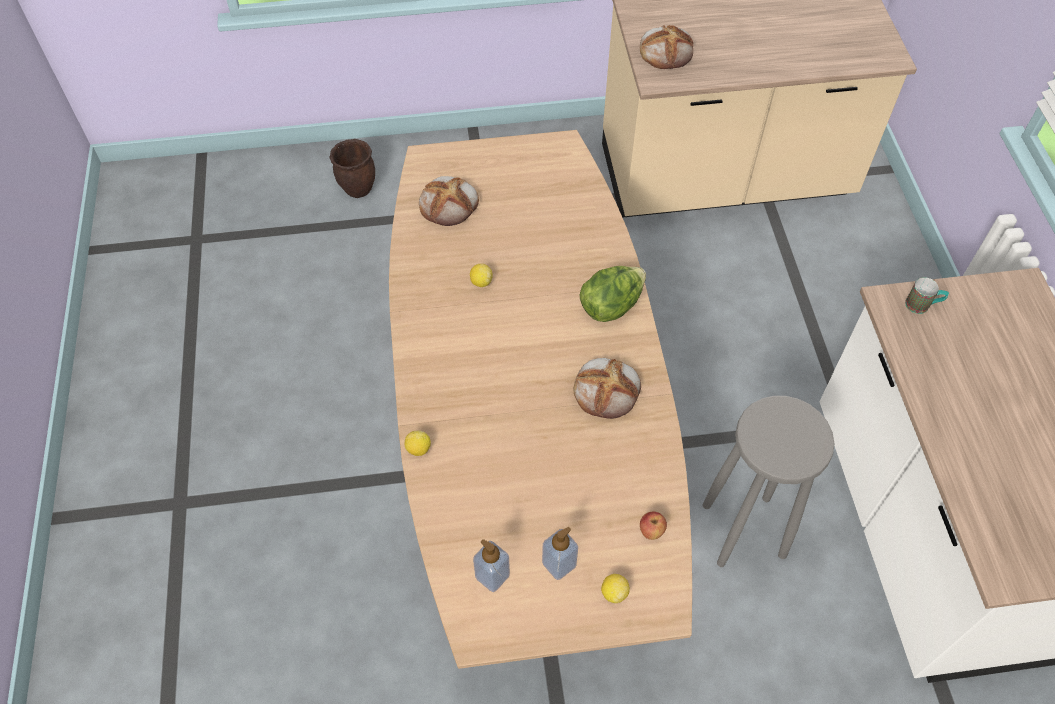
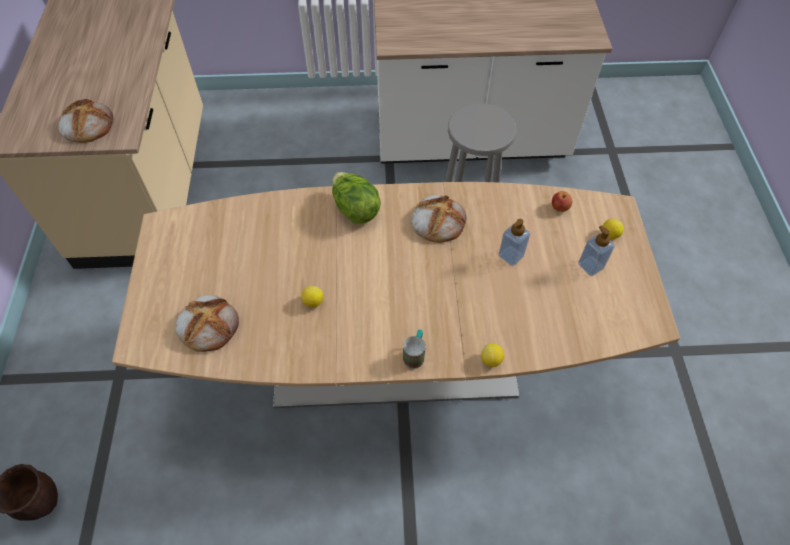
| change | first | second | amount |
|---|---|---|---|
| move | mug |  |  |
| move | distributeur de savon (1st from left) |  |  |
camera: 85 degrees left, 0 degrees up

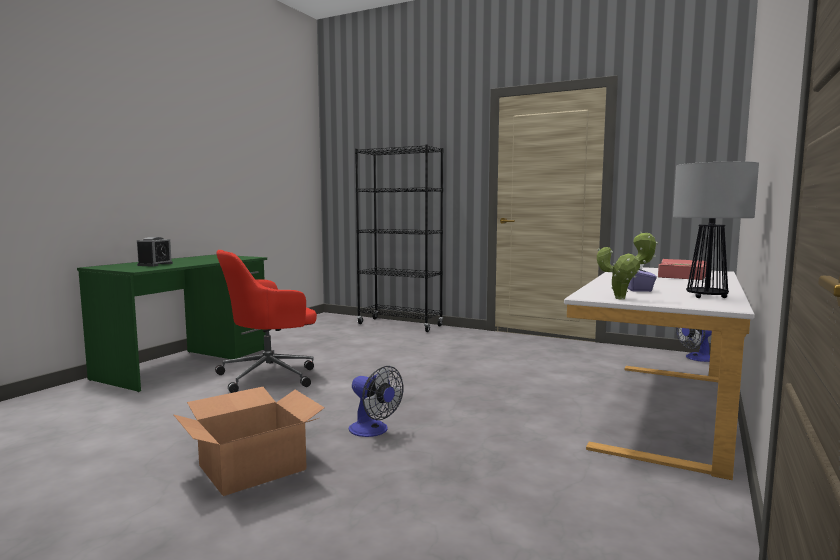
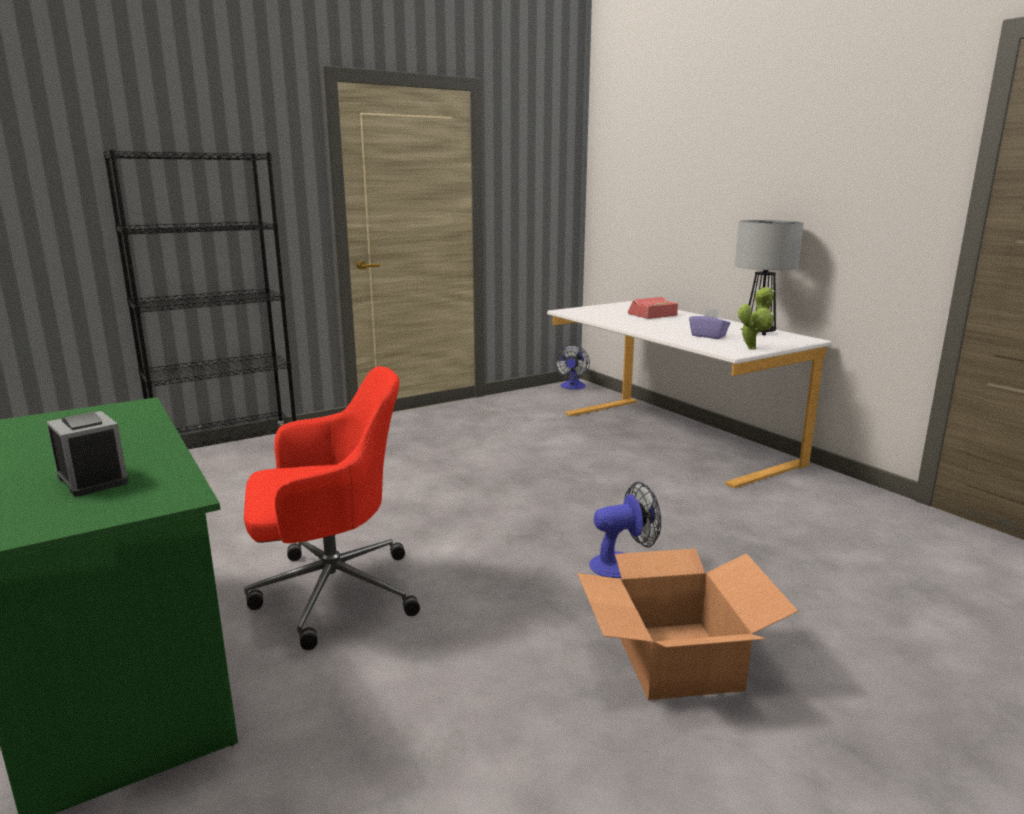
| change | first | second | amount |
|---|---|---|---|
| rotate | chaise de bureau [rouge] |  | 105 degrees counterclockwise |
camera: 60 degrees left, 10 degrees up

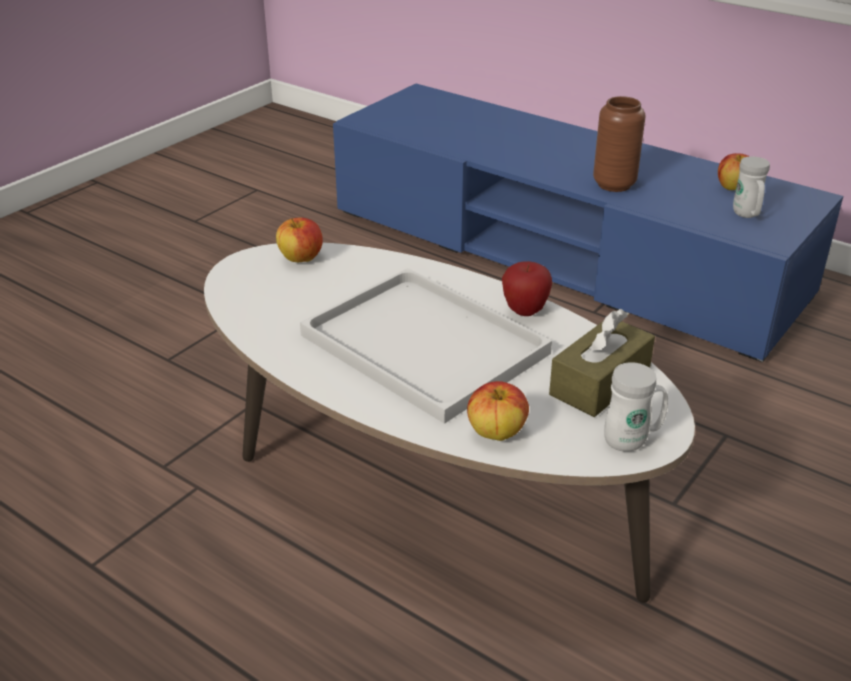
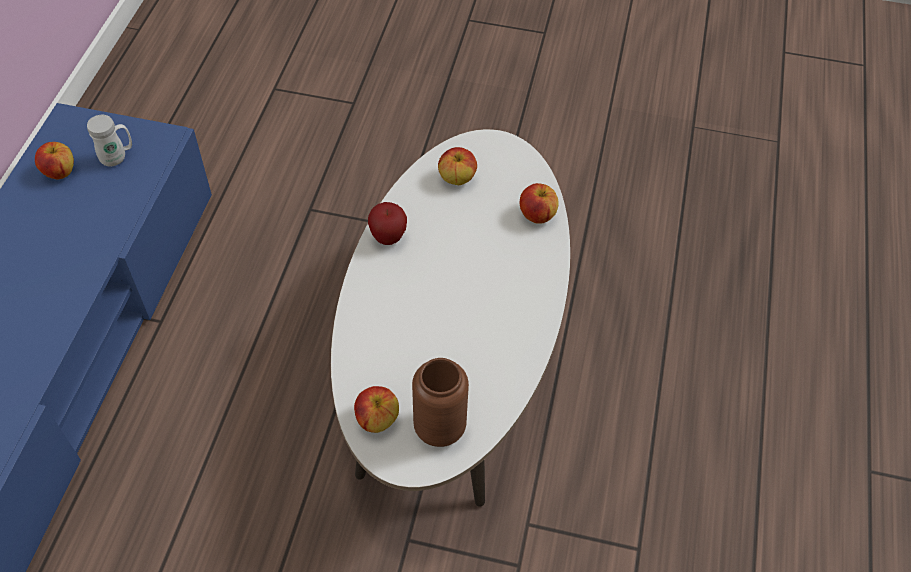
| change | first | second | amount |
|---|---|---|---|
| move | vase [marron] |  |  |
| delete | plateau [blanc] |  |  |
| replace | boîte à mouchoirs [marron] | pomme (4th from left) |  |
| delete | mug [blanc] (1st from left) |  |  |
camera: 115 degrees left, 20 degrees up

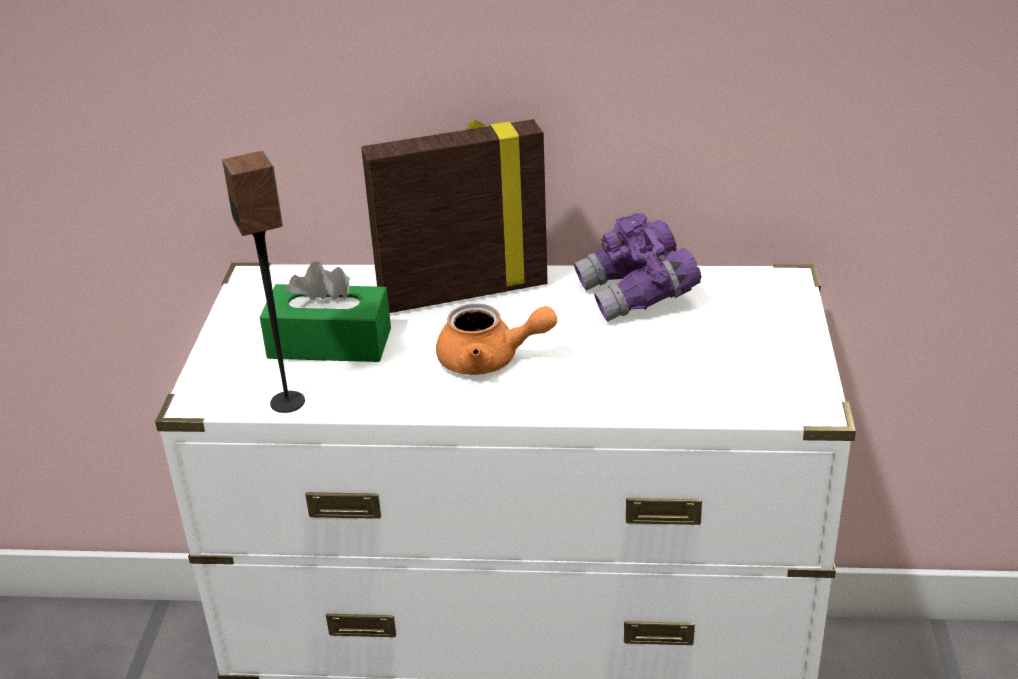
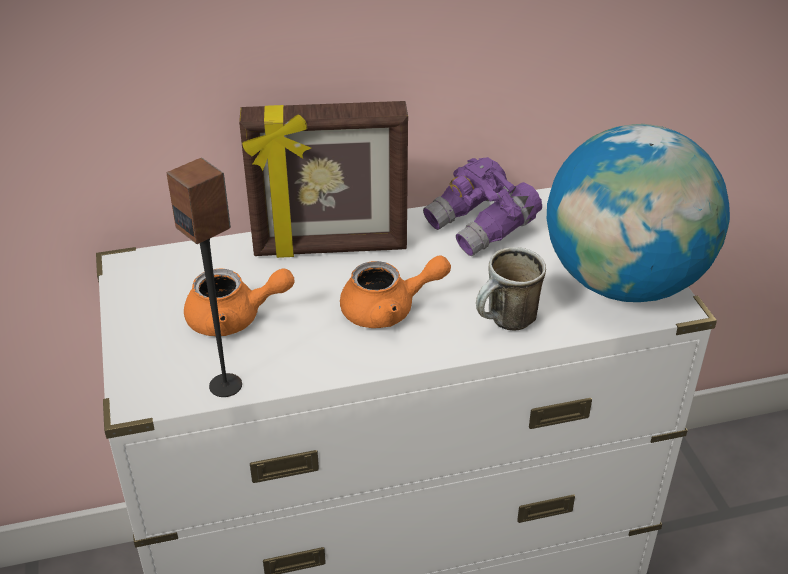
| change | first | second | amount |
|---|---|---|---|
| rotate | cadre photo |  | 150 degrees counterclockwise |
| replace | boîte à mouchoirs [vert] | théière [orange] (1st from left) |  |
| insert |  | globe |  |
| insert |  | mug |  |
camera: 20 degrees left, 5 degrees up

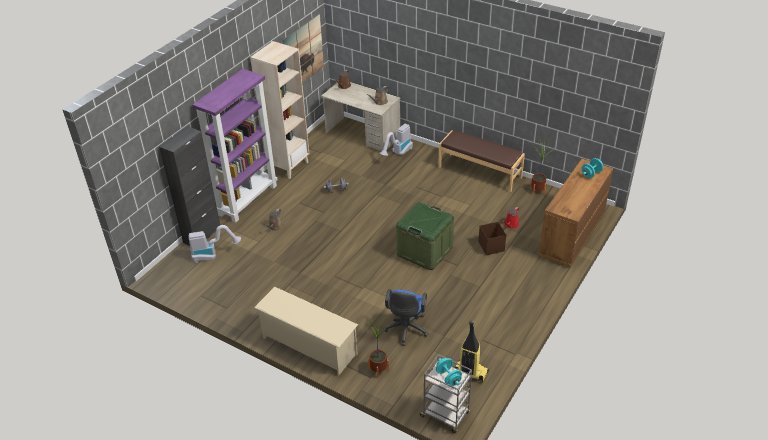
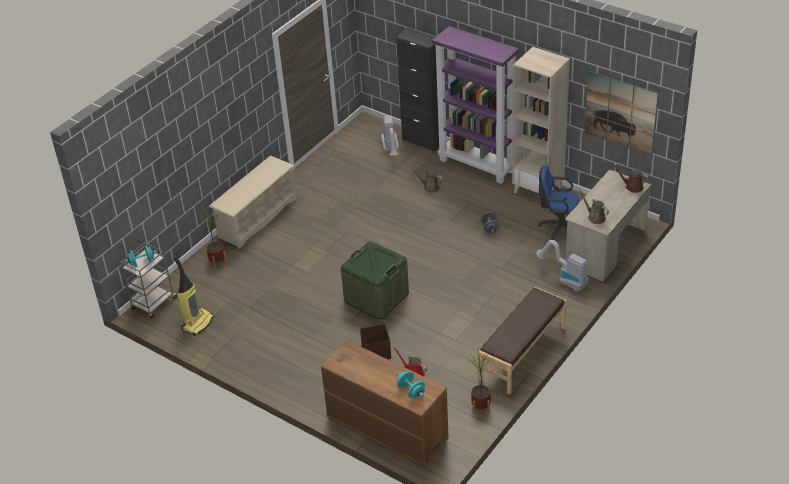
| change | first | second | amount |
|---|---|---|---|
| move | chaise de bureau [bleu] |  |  |
camera: 95 degrees right, 0 degrees up

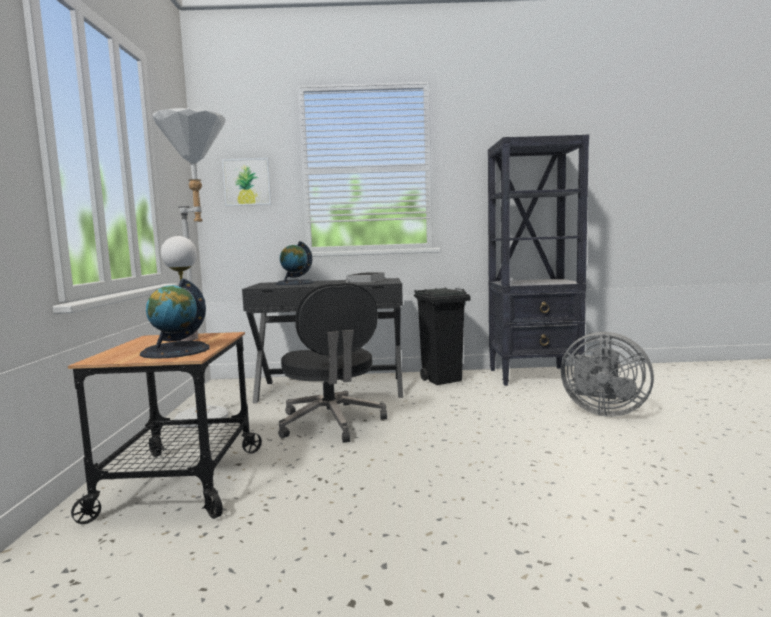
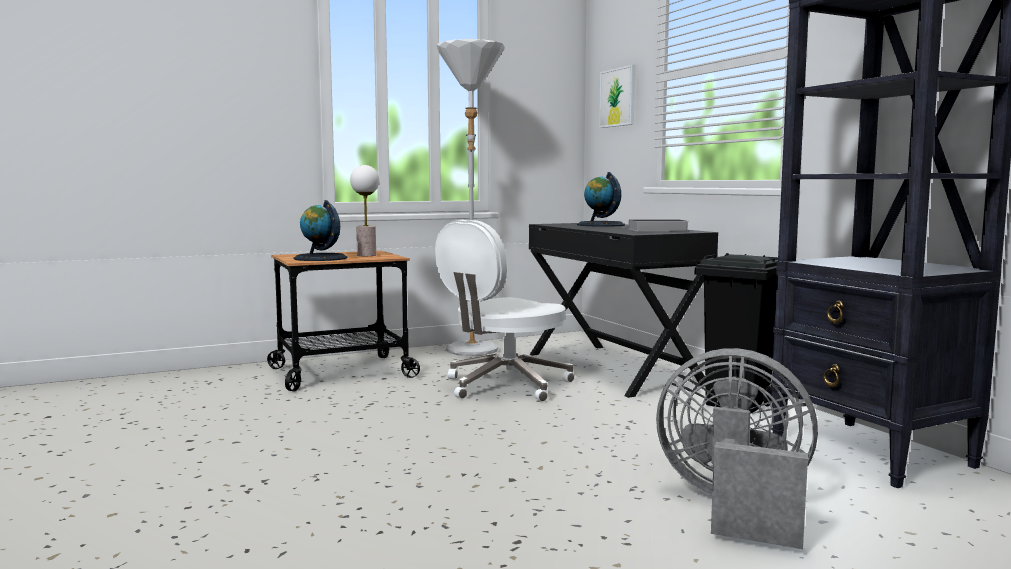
| change | first | second | amount |
|---|---|---|---|
| recolor | chaise de bureau [noir] | chaise de bureau [blanc] |  |
| rotate | ventilateur [gris] |  | 105 degrees clockwise |
camera: 65 degrees right, 0 degrees up

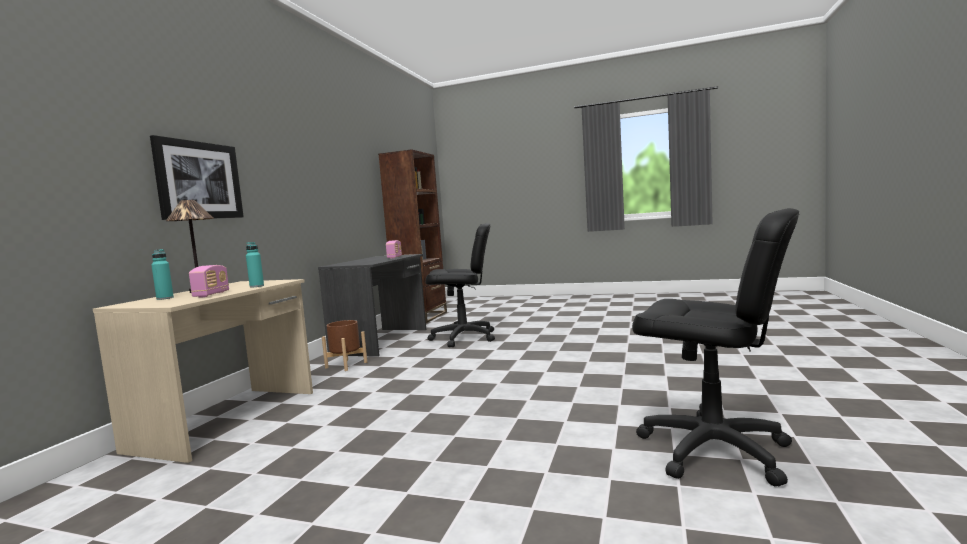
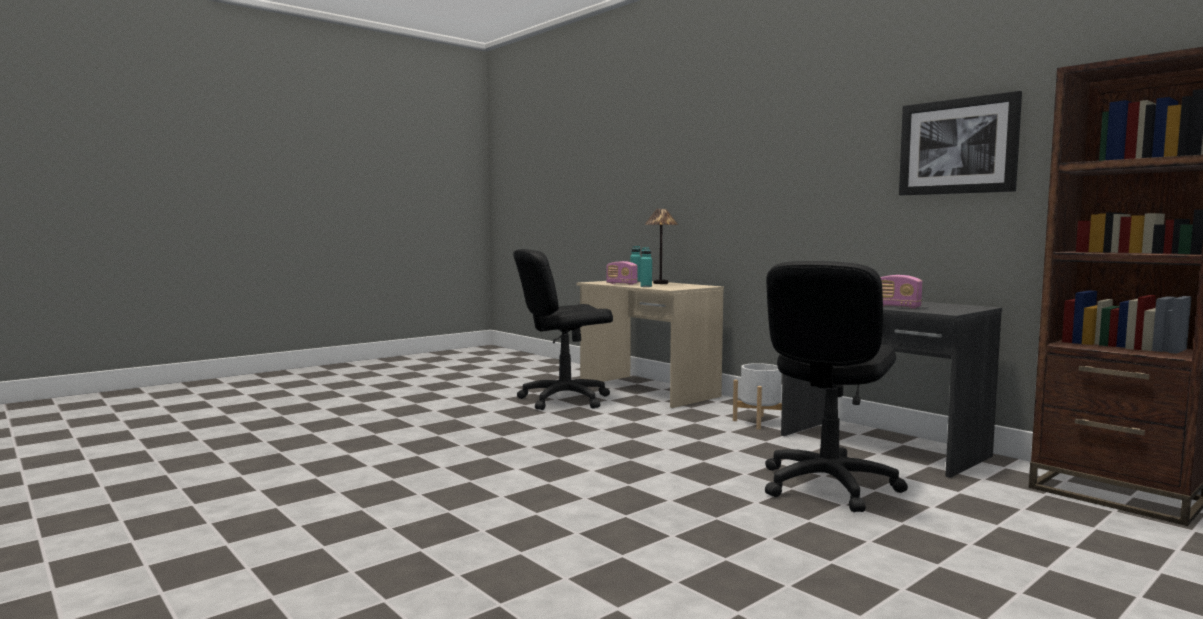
| change | first | second | amount |
|---|---|---|---|
| move | tableau |  |  |
| move | chaise de bureau [noir] (2nd from left in the first image) | chaise de bureau [noir] (1st from left) |  |
| recolor | cache-pot [marron] | cache-pot [blanc] |  |
camera: 120 degrees right, 0 degrees up

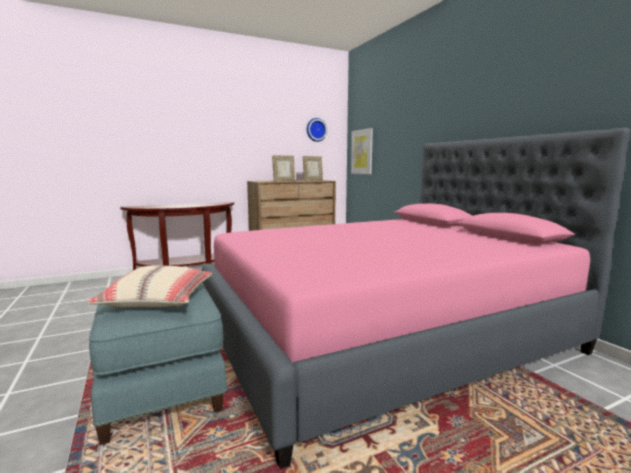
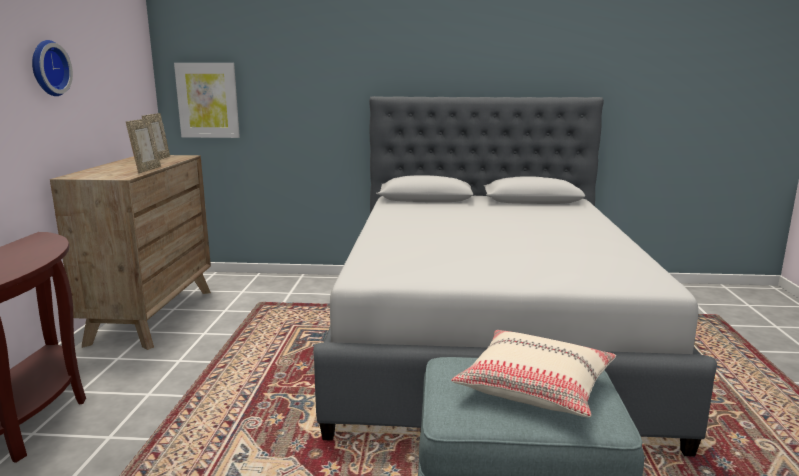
| change | first | second | amount |
|---|---|---|---|
| move | horloge murale |  |  |
| recolor | lit [rose] | lit [gris] |  |
camera: 60 degrees left, 5 degrees up

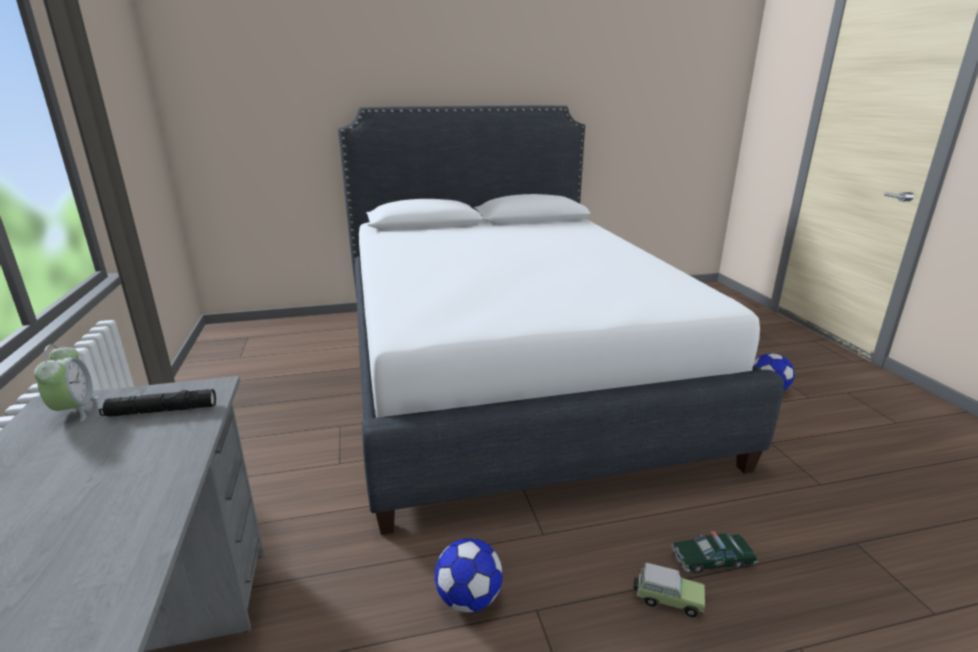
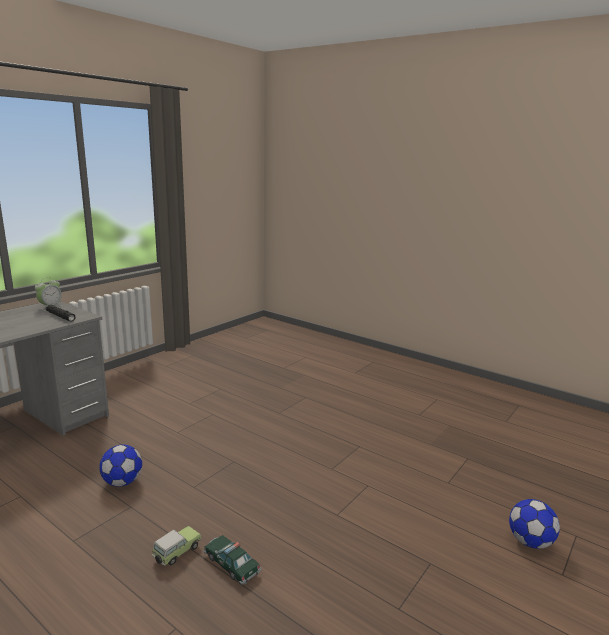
| change | first | second | amount |
|---|---|---|---|
| delete | lit [blanc] |  |  |
| rotate | petite voiture (1st from left) |  | 120 degrees counterclockwise |
camera: 50 degrees right, 5 degrees down

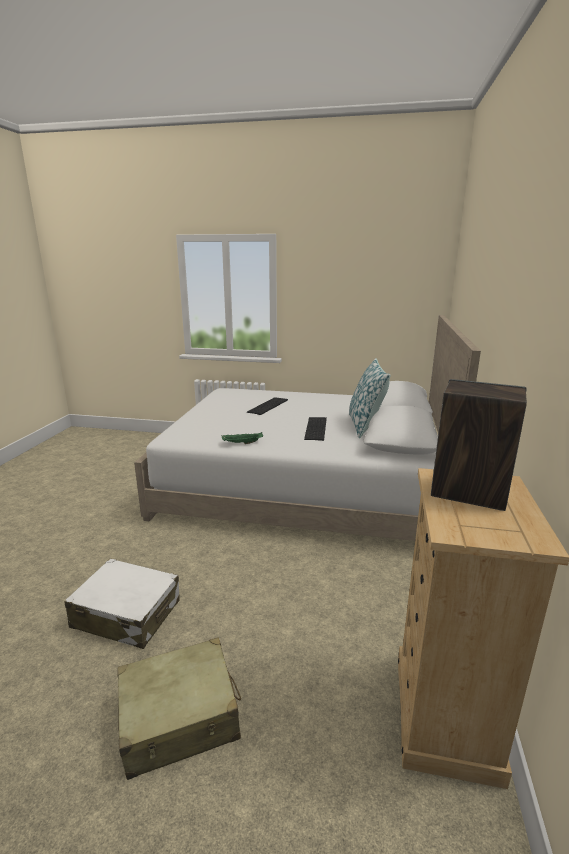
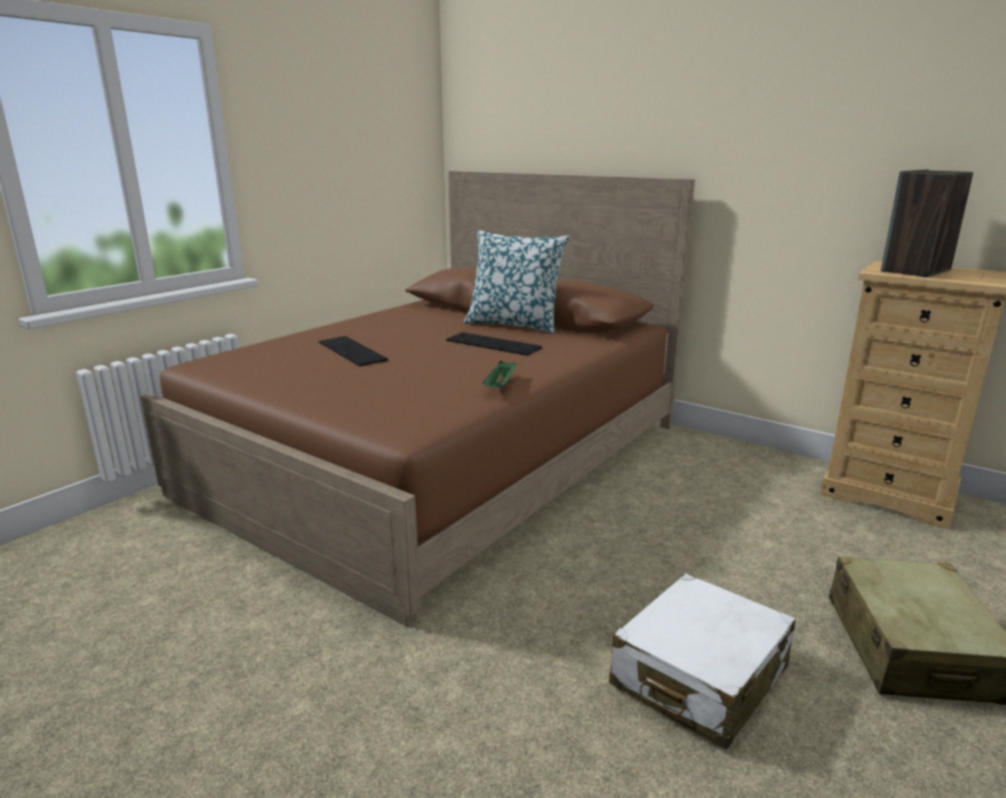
| change | first | second | amount |
|---|---|---|---|
| recolor | lit [blanc] | lit [marron] |  |
camera: 65 degrees left, 0 degrees up

